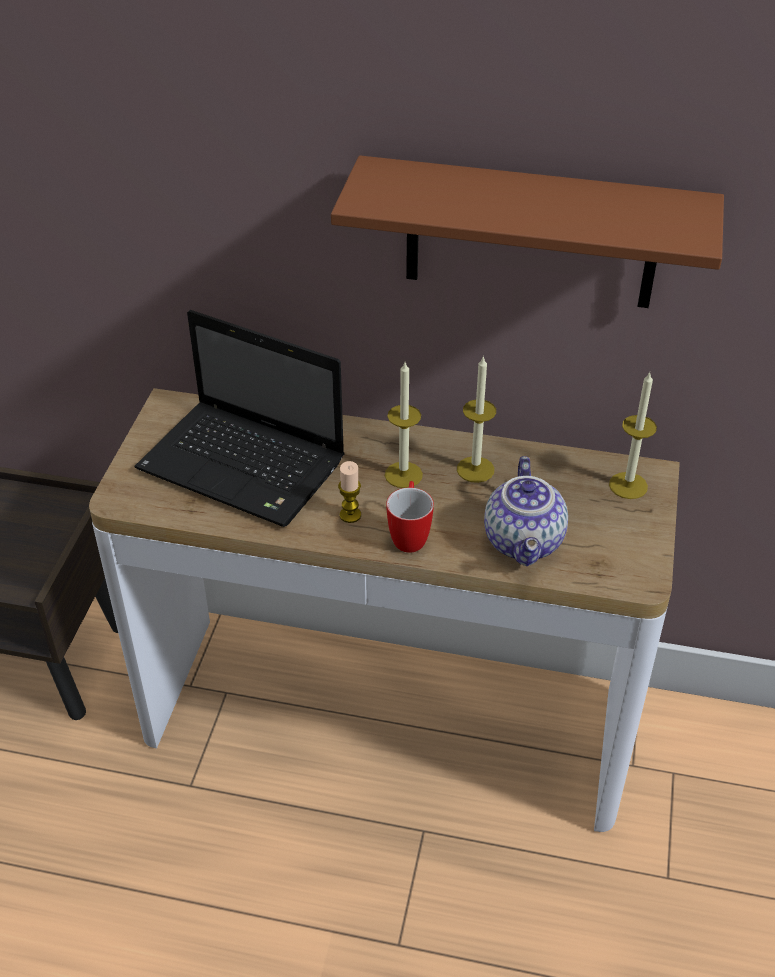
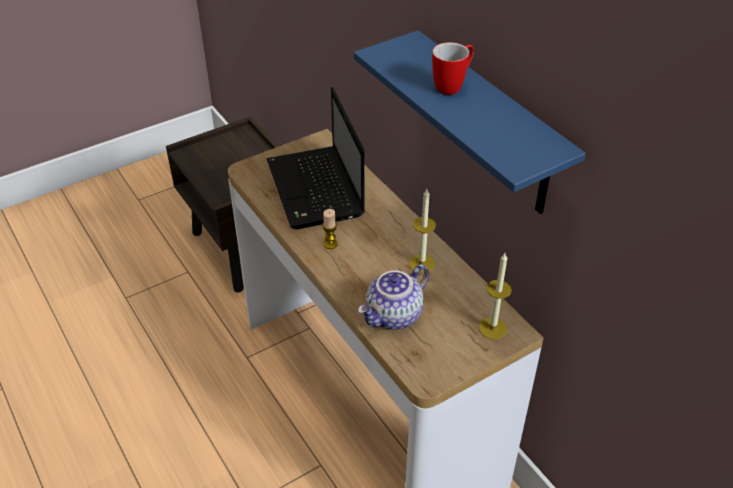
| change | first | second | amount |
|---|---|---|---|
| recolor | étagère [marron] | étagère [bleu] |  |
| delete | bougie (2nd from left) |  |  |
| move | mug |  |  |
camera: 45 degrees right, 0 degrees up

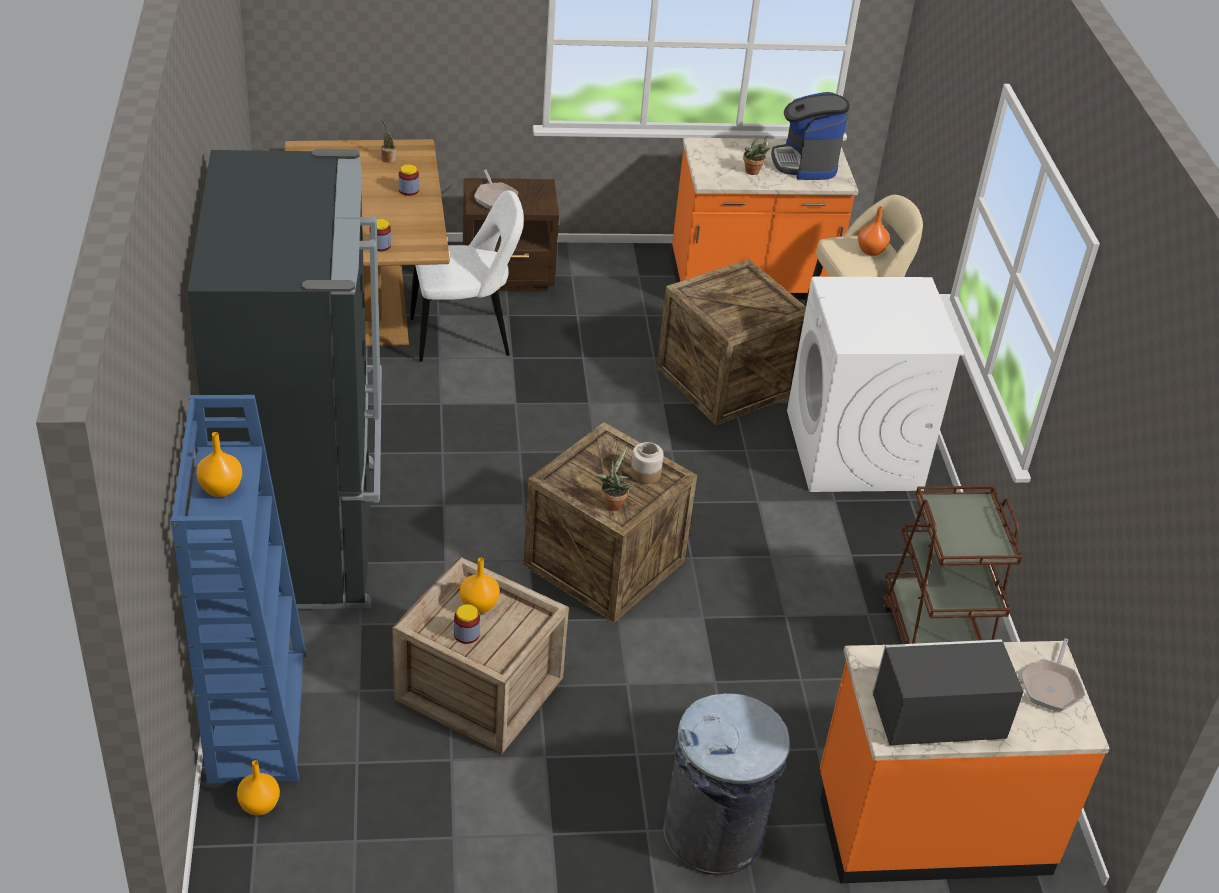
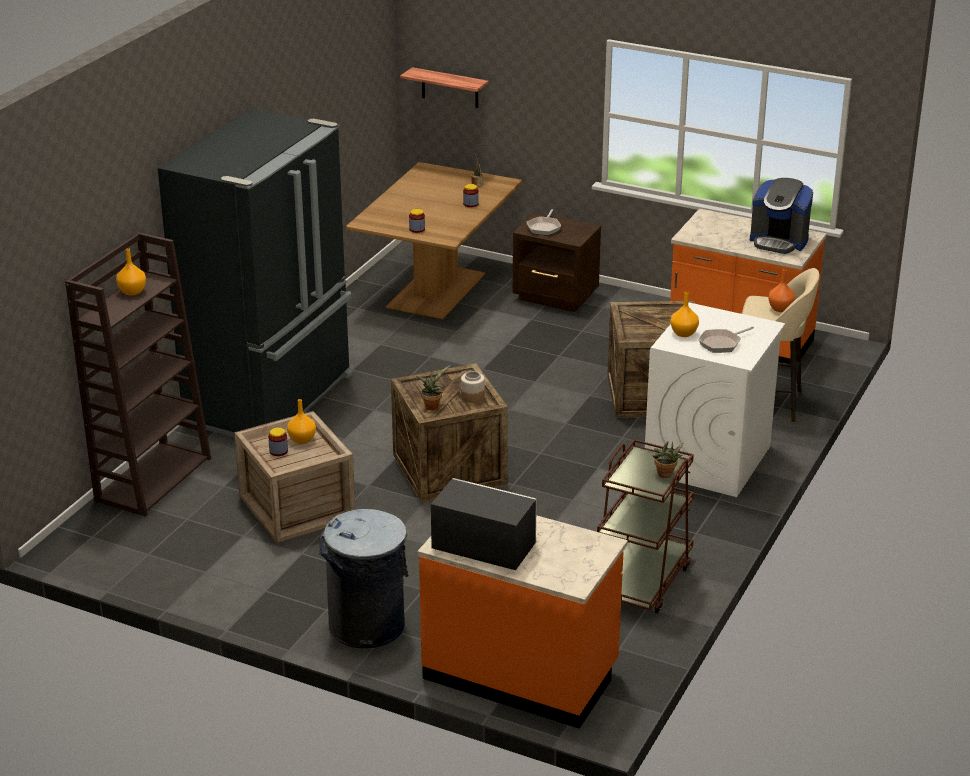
| change | first | second | amount |
|---|---|---|---|
| rotate | machine à café |  | 90 degrees counterclockwise |
| move | plante en pot (3rd from left) |  |  |
| delete | chaise [blanc] |  |  |
| recolor | bibliothèque [bleu] | bibliothèque [marron] |  |
| move | poêle (2nd from left) |  |  |
| move | vase [orange] (2nd from left in the first image) | vase [orange] (3rd from left) |  |
| insert |  | étagère |  |
camera: 35 degrees right, 10 degrees down

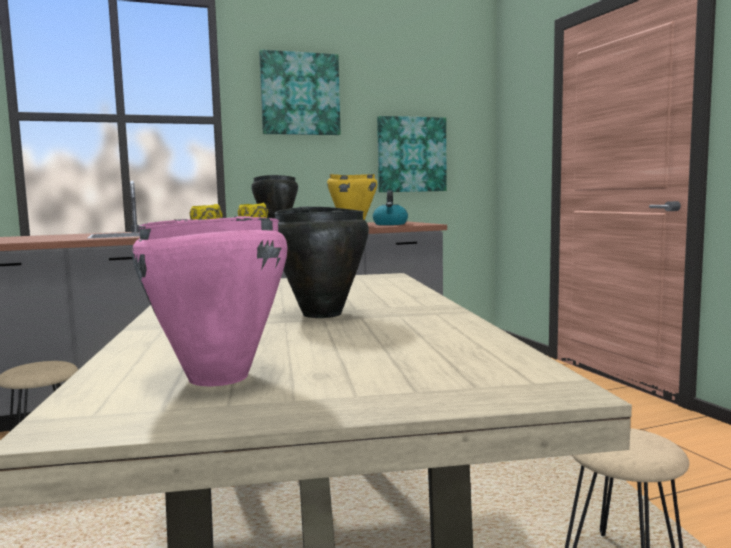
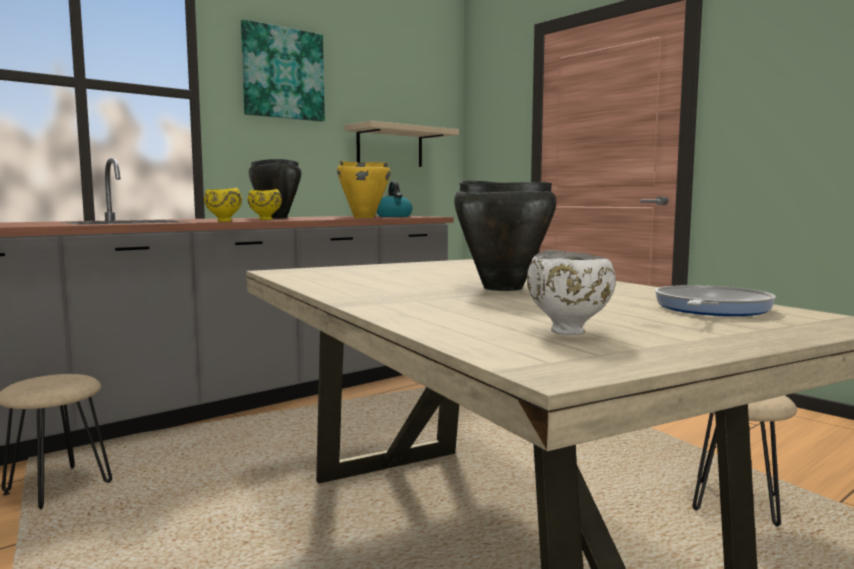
| change | first | second | amount |
|---|---|---|---|
| replace | tableau (2nd from left) | étagère [beige] |  |
| replace | marmite [rose] | bol [blanc] |  |
| insert |  | poêle |  |
camera: 20 degrees left, 0 degrees up

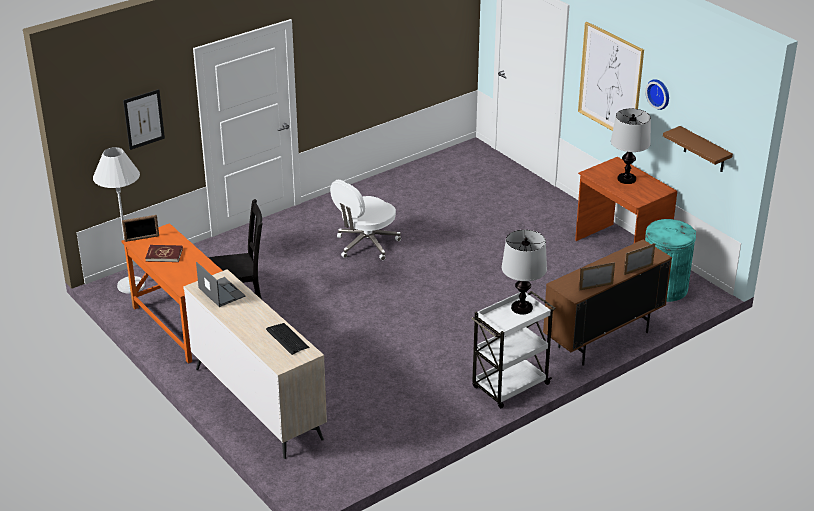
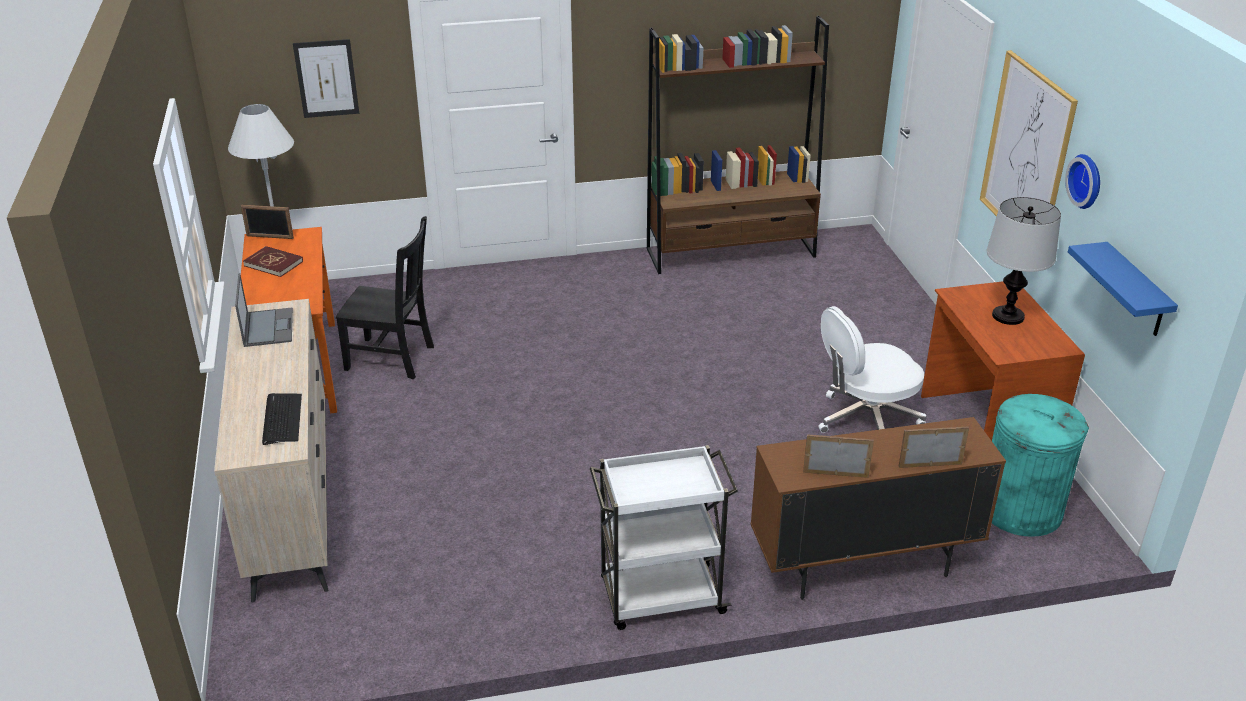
| change | first | second | amount |
|---|---|---|---|
| recolor | étagère [marron] | étagère [bleu] |  |
| move | chaise de bureau [blanc] |  |  |
| delete | lampe de table (1st from left) |  |  |
| insert |  | bibliothèque [marron] |  |
camera: 25 degrees right, 0 degrees up

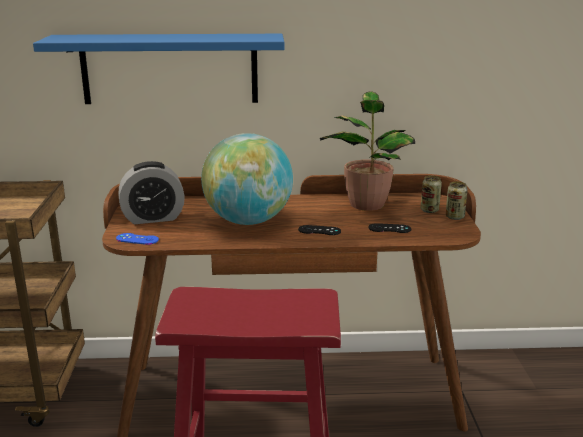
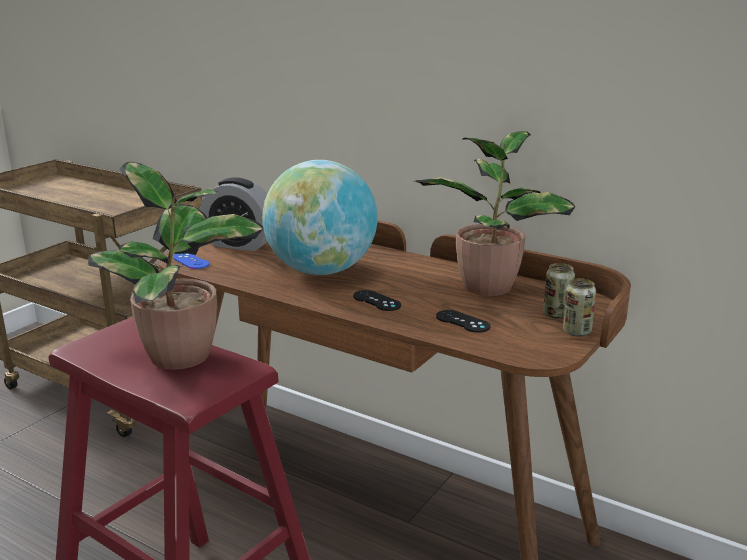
| change | first | second | amount |
|---|---|---|---|
| delete | étagère [bleu] |  |  |
| insert |  | plante en pot (1st from left) |  |
camera: 35 degrees right, 0 degrees up

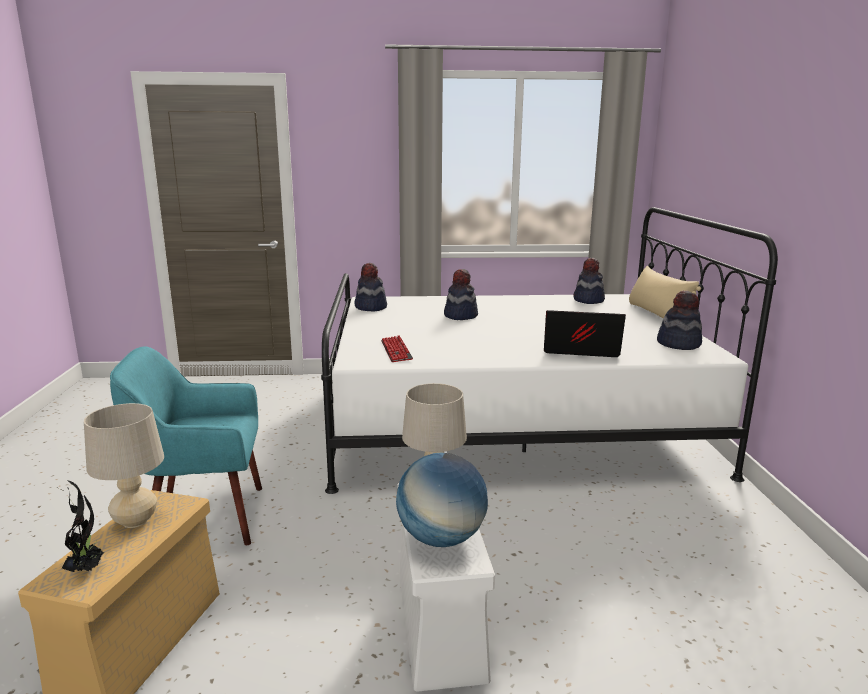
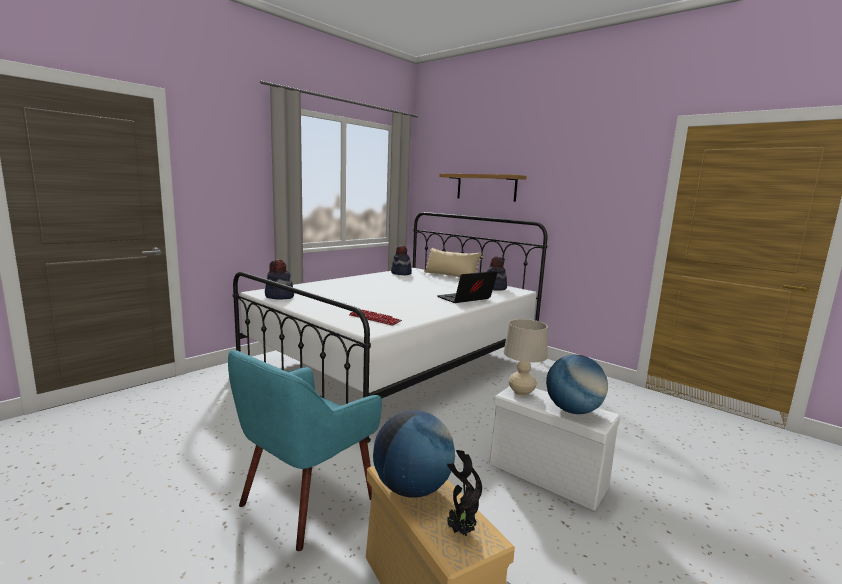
| change | first | second | amount |
|---|---|---|---|
| delete | chapeau (2nd from left) |  |  |
| replace | lampe de table [beige] (1st from left) | globe (1st from left) |  |
| insert |  | étagère |  |
camera: 45 degrees left, 5 degrees down

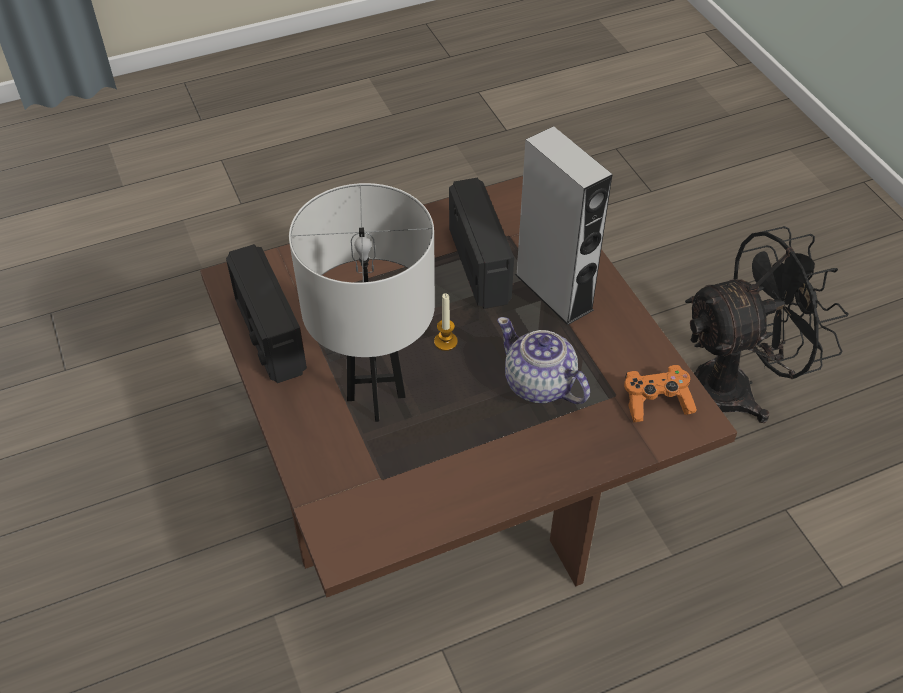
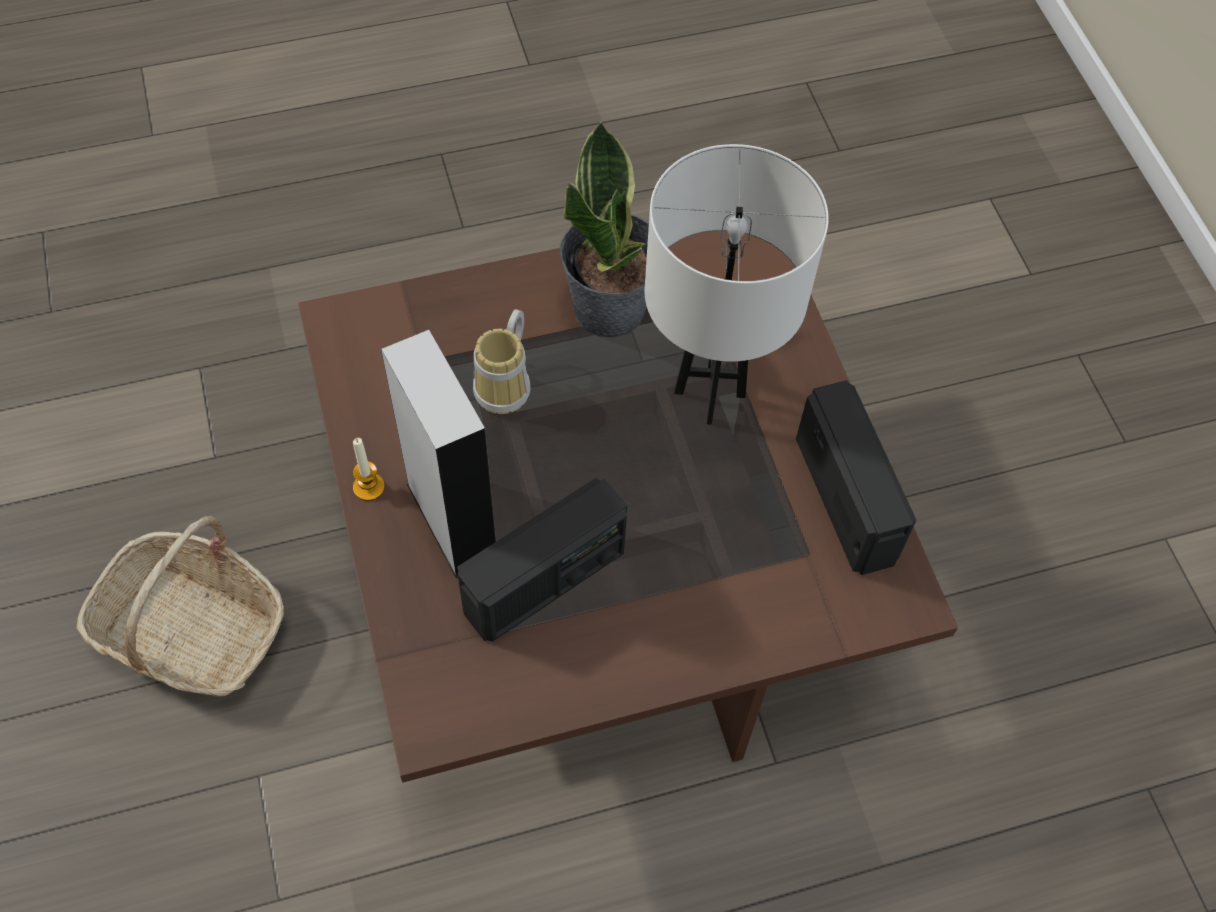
| change | first | second | amount |
|---|---|---|---|
| rotate | radio (2nd from left in the first image) | radio (1st from left) | 120 degrees counterclockwise |
| replace | ventilateur [noir] | panier |  |
| move | bougie |  |  |
| replace | théière | mug |  |
| delete | manette [orange] |  |  |
| insert |  | plante en pot |  |
camera: 175 degrees left, 10 degrees up

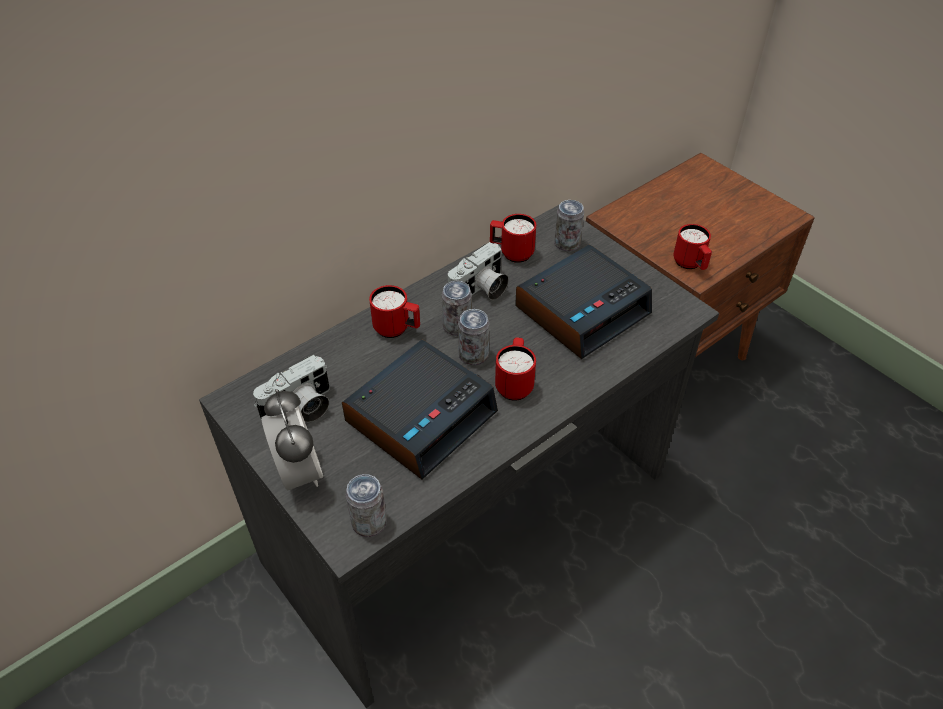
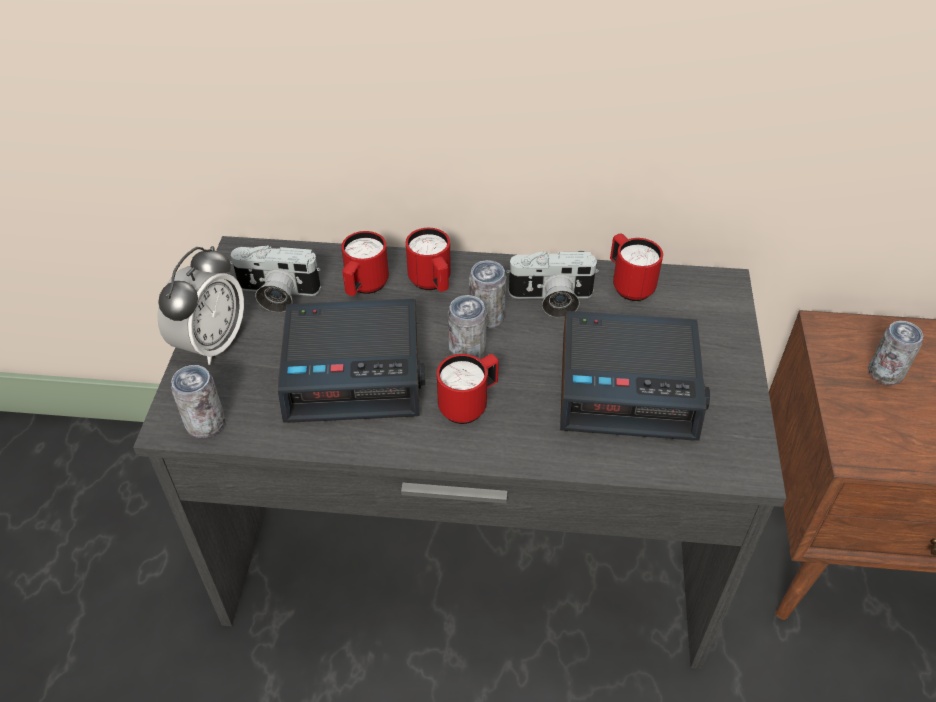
| change | first | second | amount |
|---|---|---|---|
| move | boîte métallique (4th from left) |  |  |
| move | mug [rouge] (4th from left in the first image) | mug [rouge] (1st from left) |  |
camera: 45 degrees right, 0 degrees up

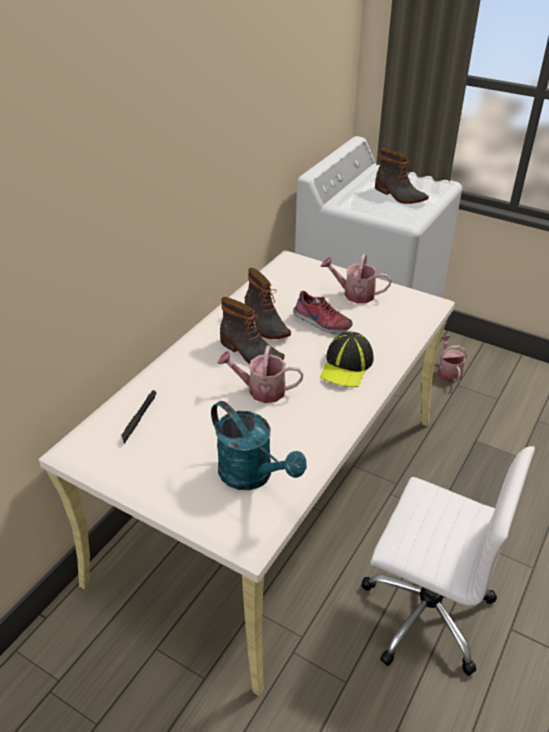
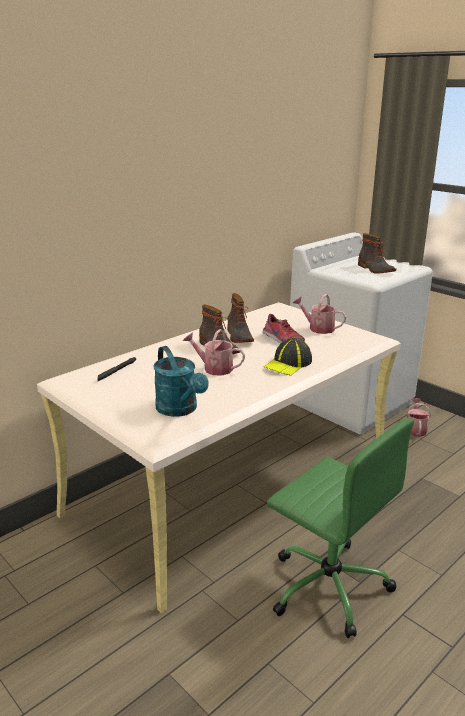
| change | first | second | amount |
|---|---|---|---|
| recolor | chaise de bureau [blanc] | chaise de bureau [vert] |  |
camera: 15 degrees right, 15 degrees down

